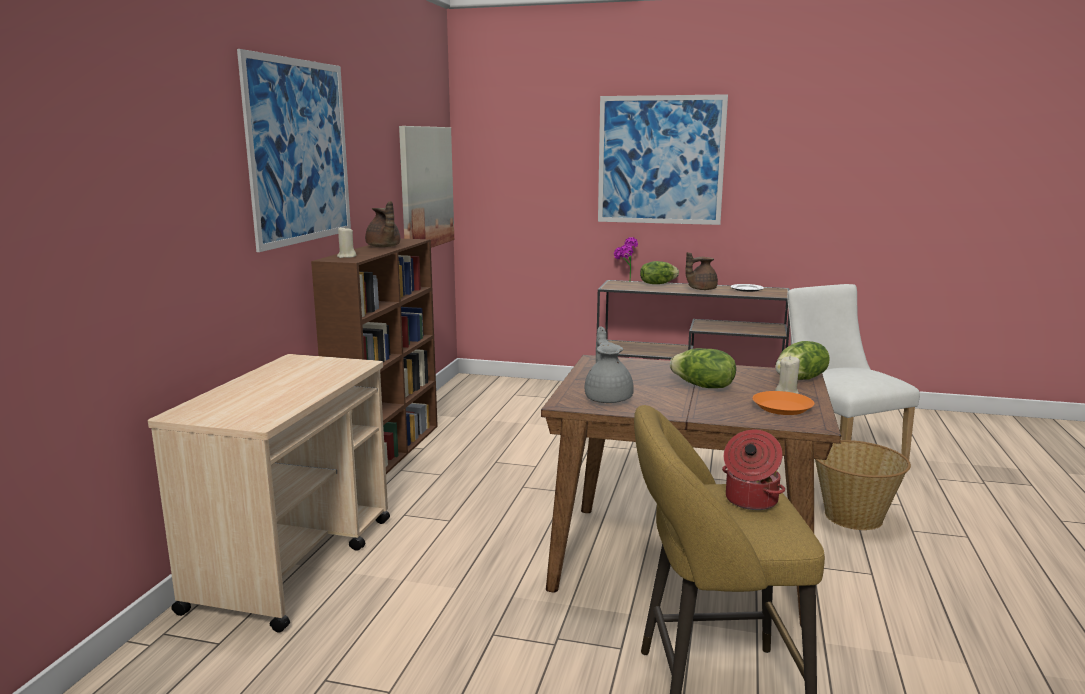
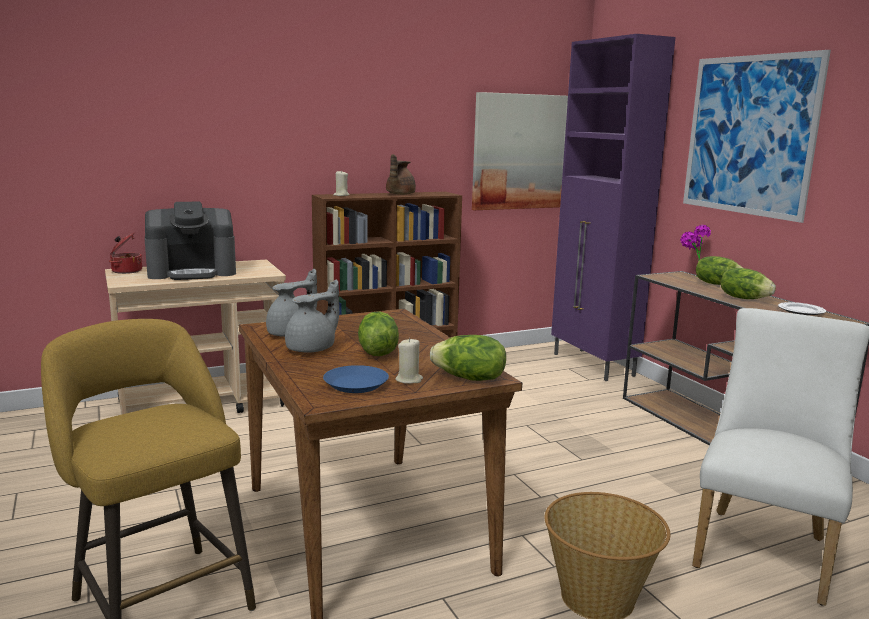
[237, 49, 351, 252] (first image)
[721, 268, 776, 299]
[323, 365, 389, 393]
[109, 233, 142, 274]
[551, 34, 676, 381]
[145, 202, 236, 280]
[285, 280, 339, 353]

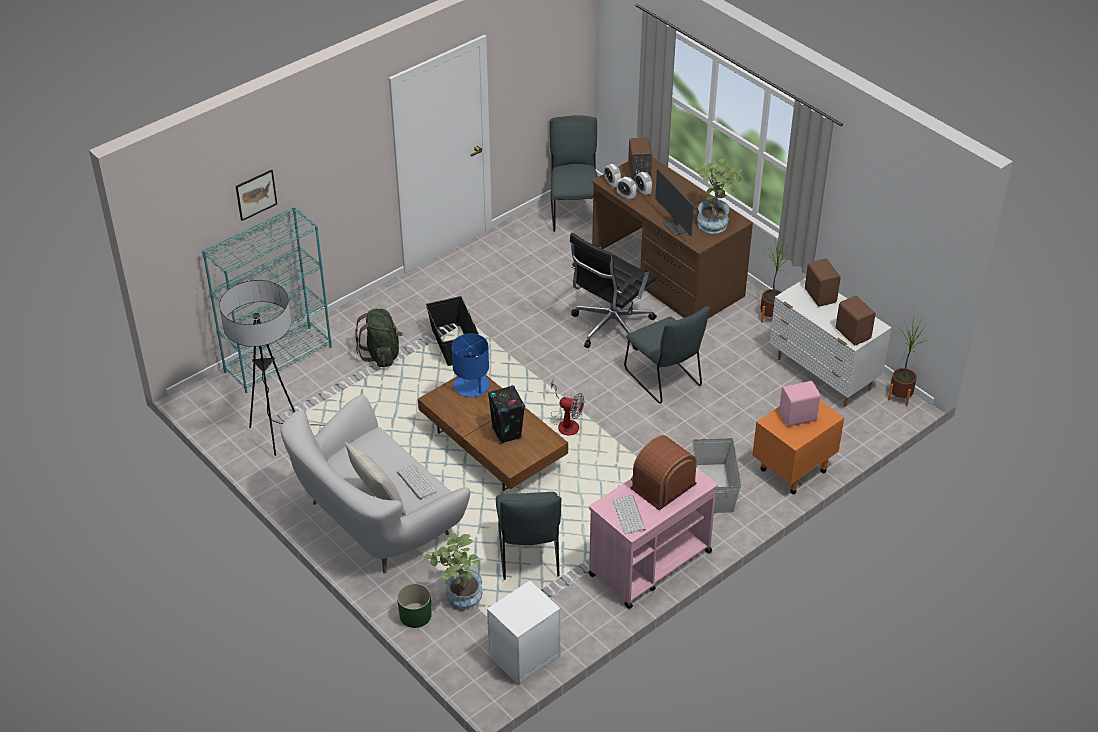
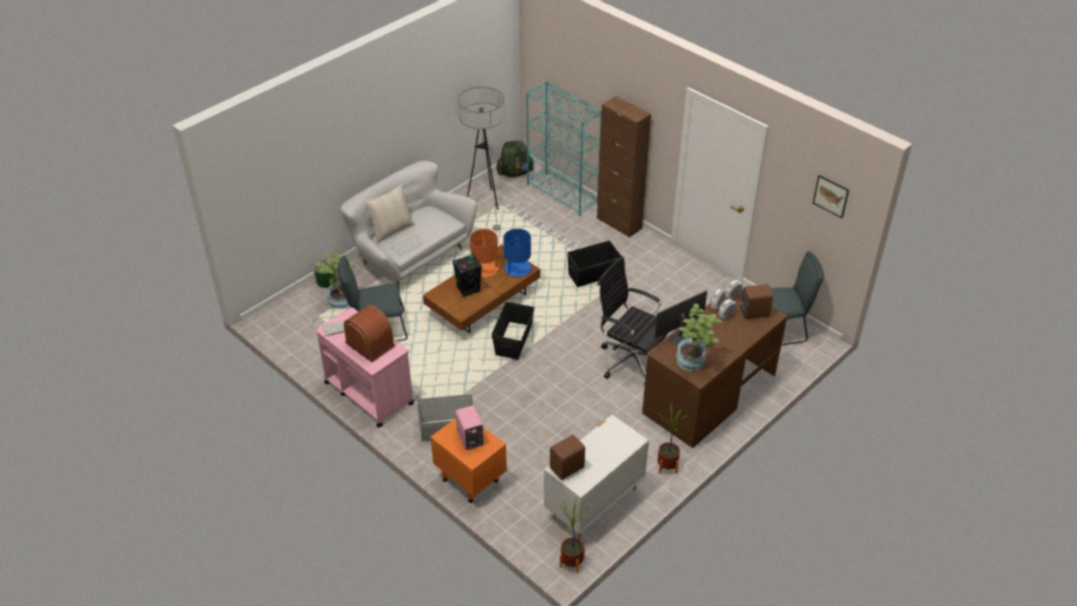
[813, 175, 849, 218]
[805, 259, 840, 307] (first image)
[624, 306, 710, 404] (first image)
[496, 140, 534, 177]
[491, 302, 535, 360]
[487, 581, 560, 685] (first image)
[597, 96, 651, 238]
[470, 229, 502, 277]

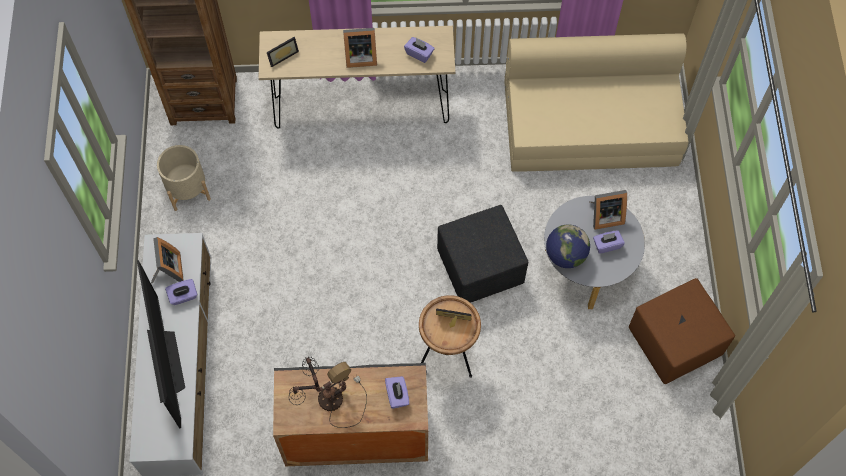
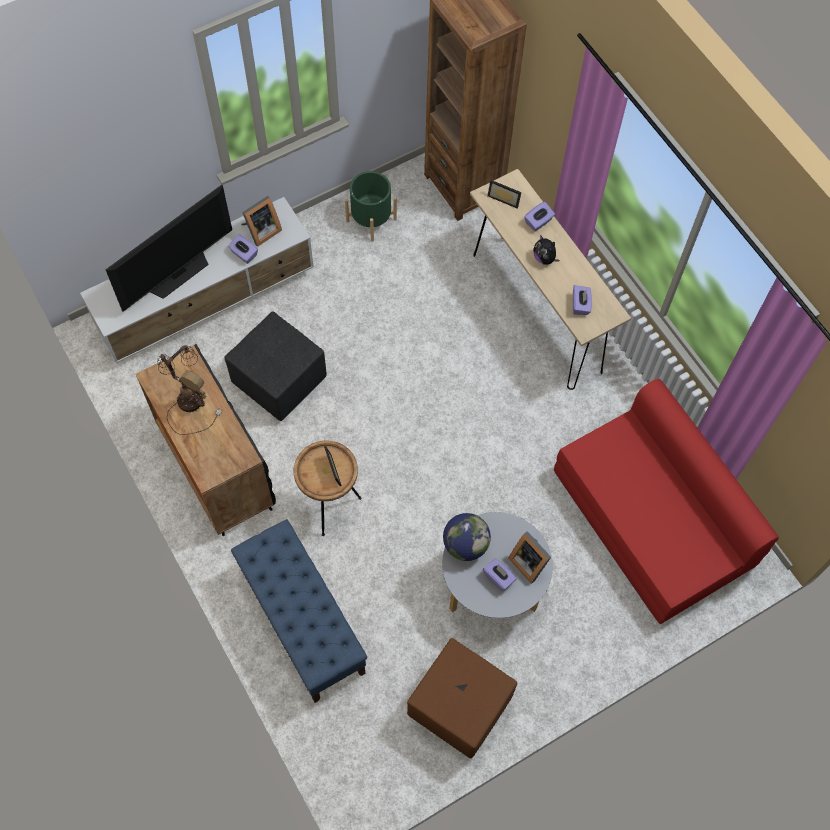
[533, 236, 559, 265]
[554, 379, 779, 624]
[345, 171, 397, 242]
[224, 311, 327, 421]
[524, 202, 555, 232]
[231, 519, 367, 703]

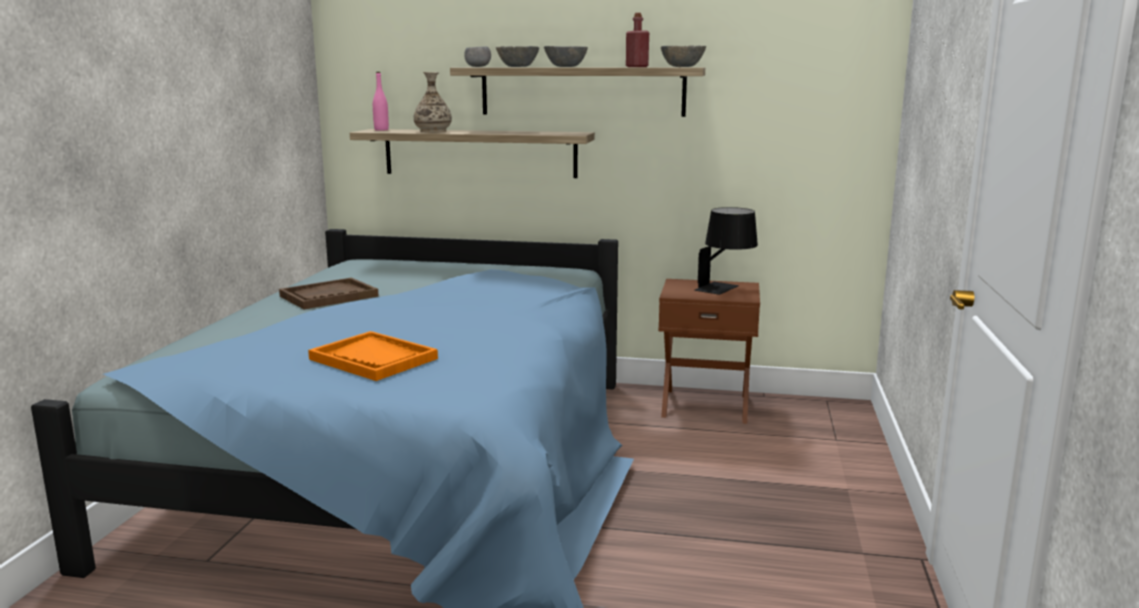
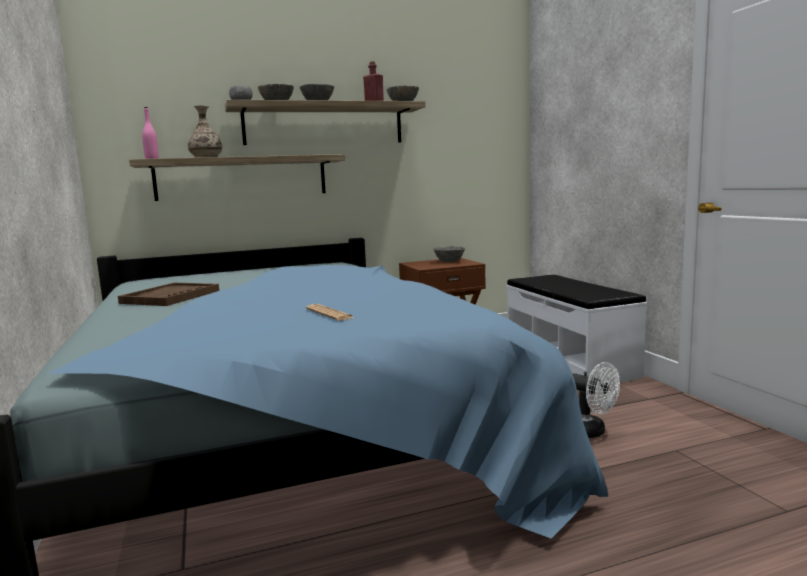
[434, 246, 465, 262]
[306, 304, 355, 321]
[506, 275, 647, 383]
[573, 362, 620, 438]

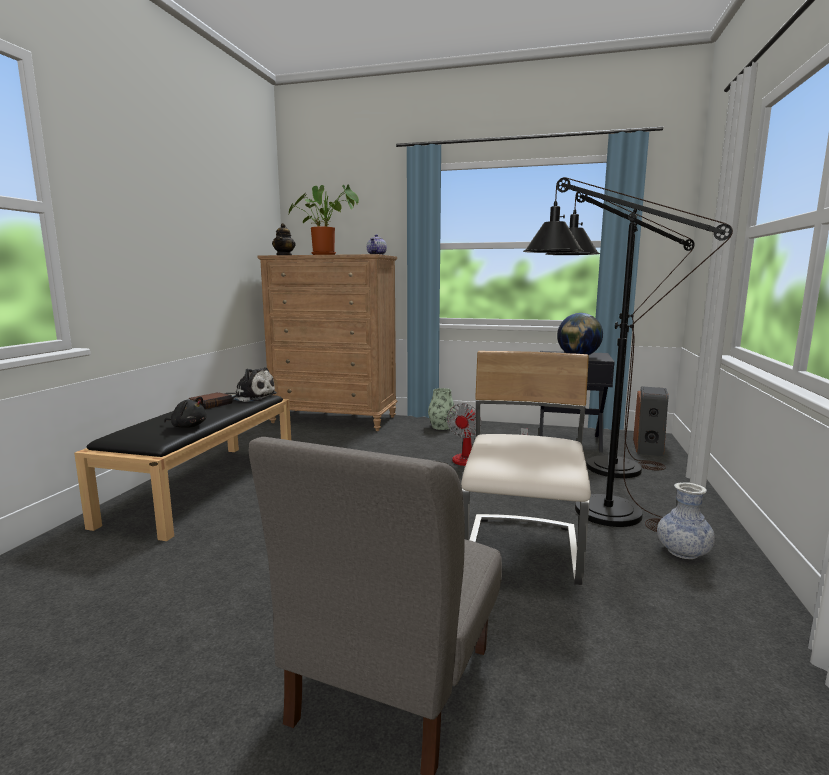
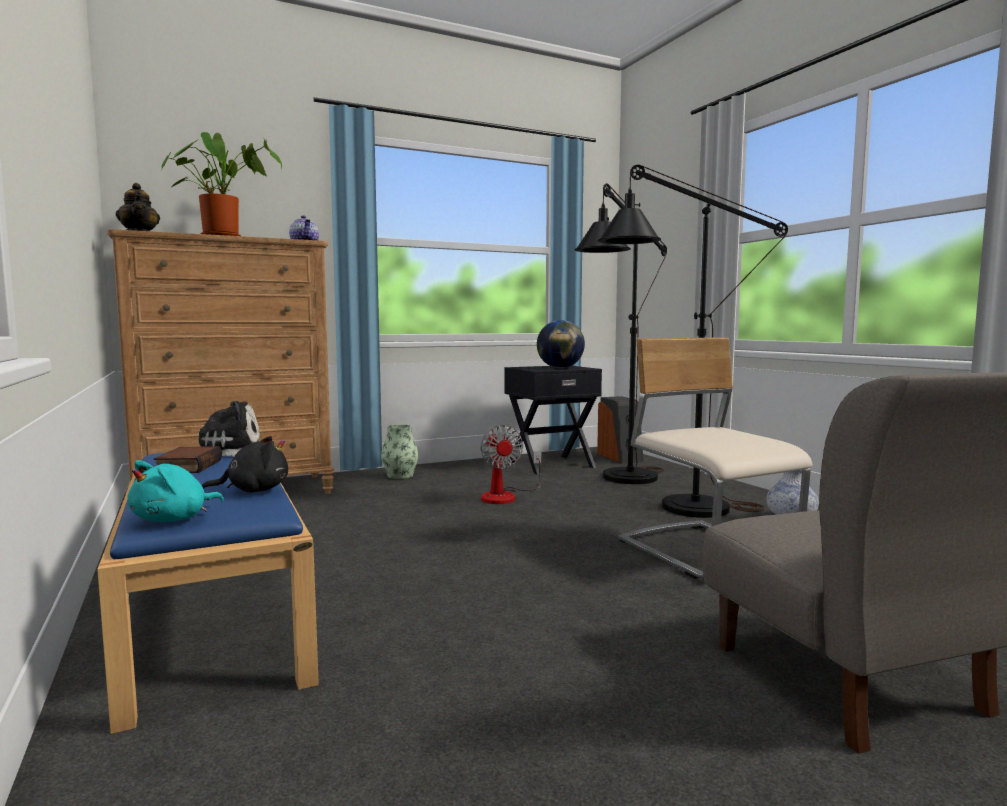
[97, 452, 319, 734]
[128, 460, 224, 522]

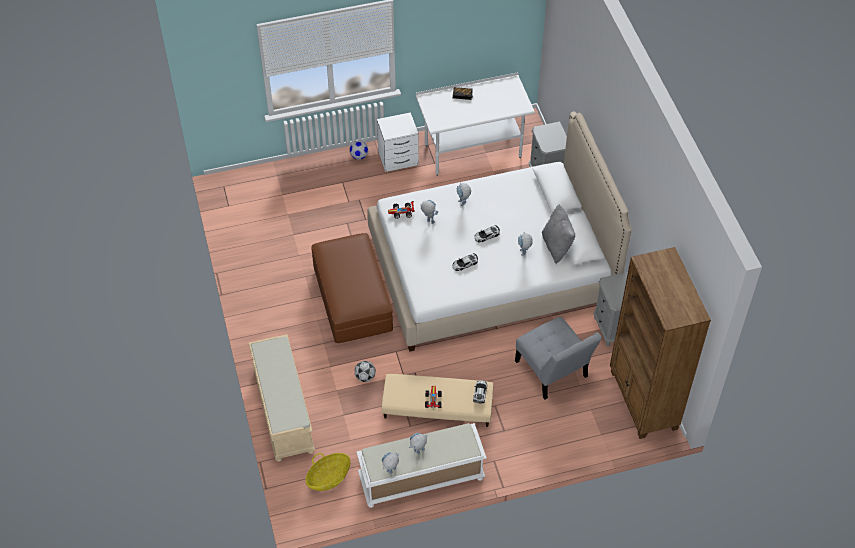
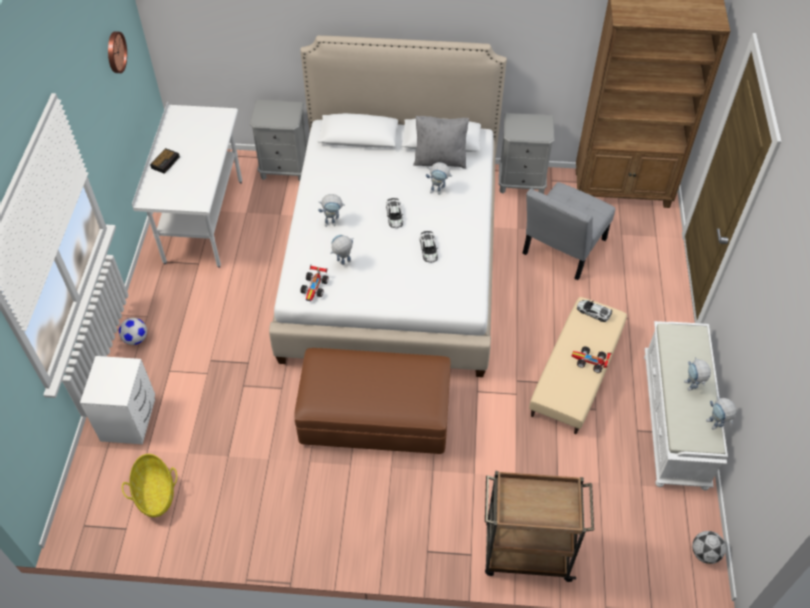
[80, 356, 155, 444]
[522, 182, 615, 280]
[485, 471, 594, 582]
[692, 531, 726, 564]
[122, 454, 177, 517]
[108, 31, 127, 73]

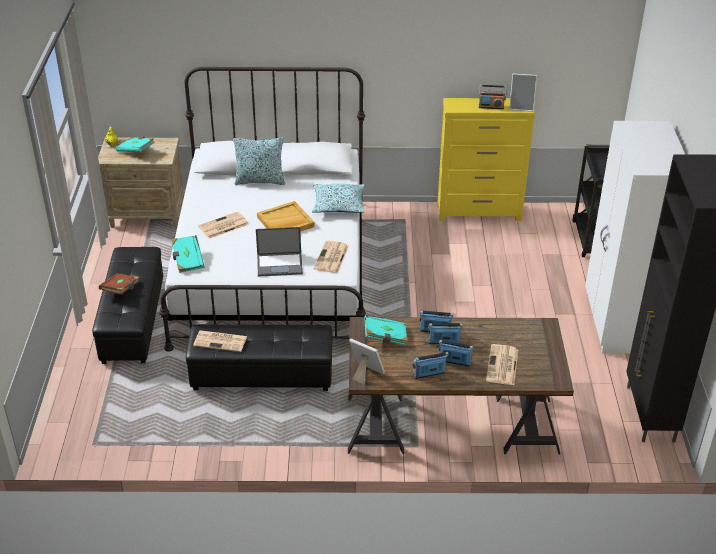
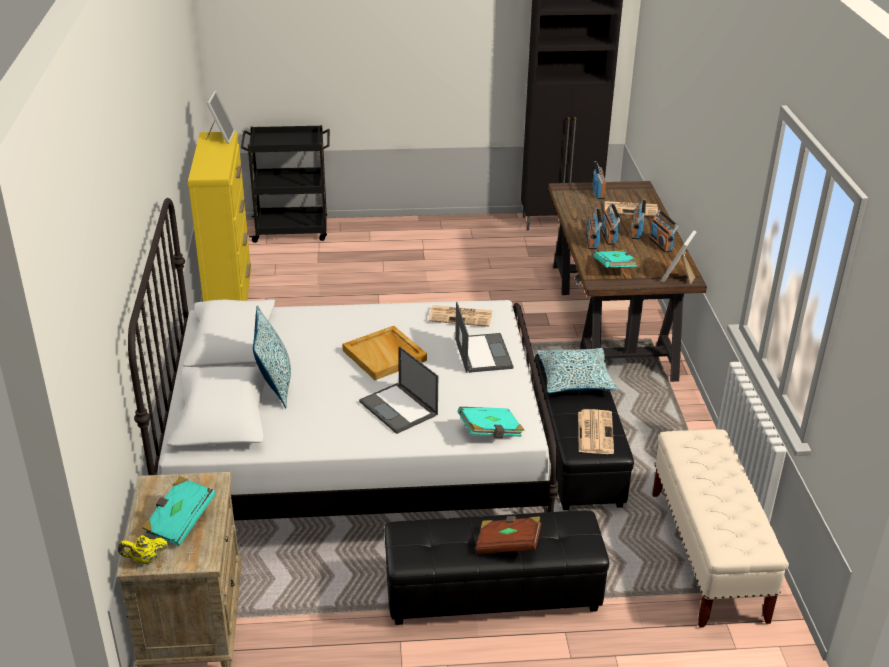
[592, 161, 606, 199]
[585, 121, 685, 353] (first image)
[536, 348, 618, 394]
[359, 346, 438, 434]
[652, 429, 789, 628]

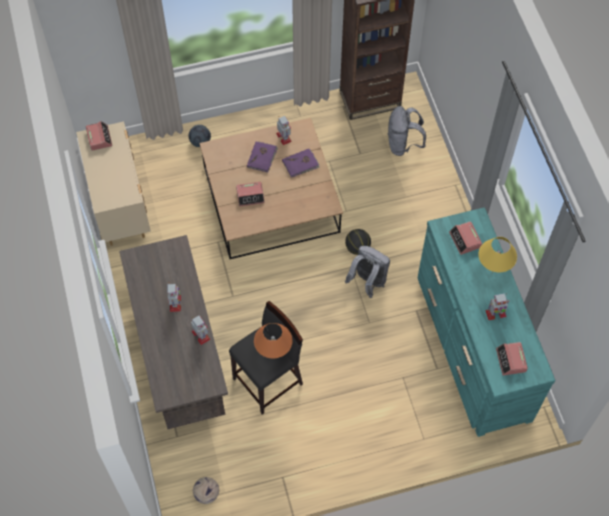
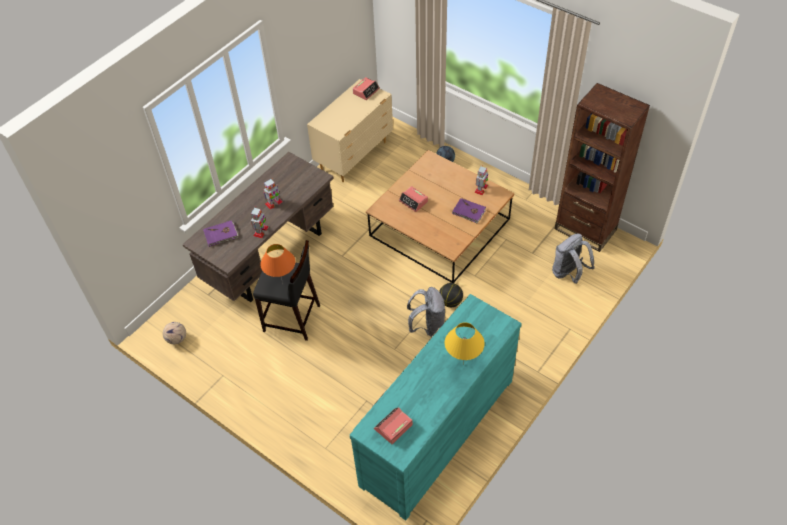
[203, 220, 238, 247]
[449, 221, 482, 255] (first image)
[485, 293, 509, 320] (first image)

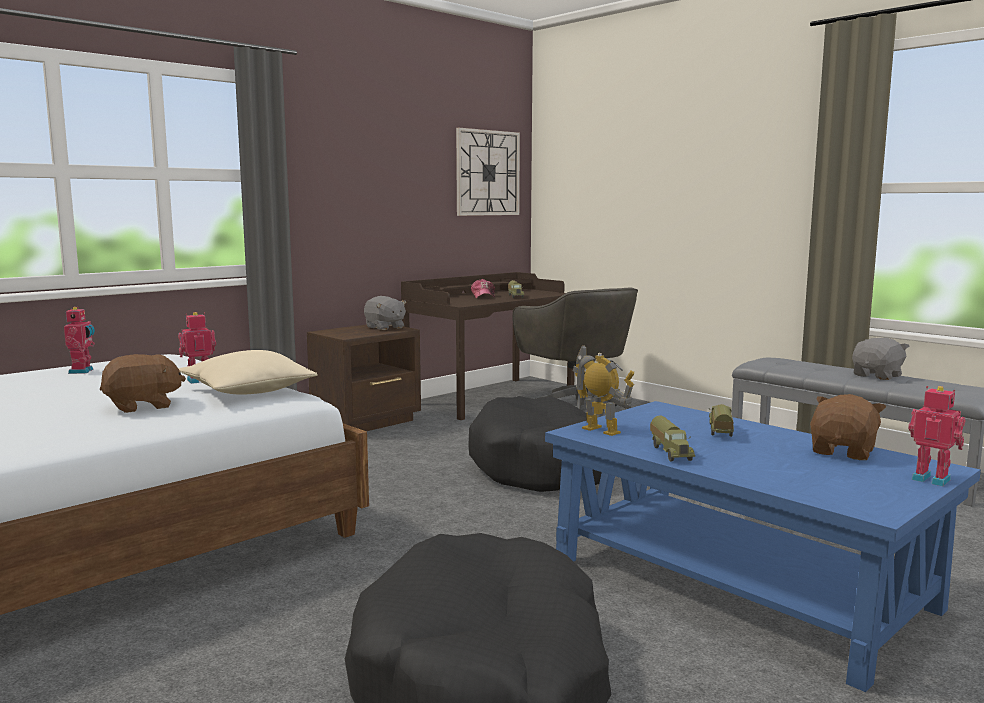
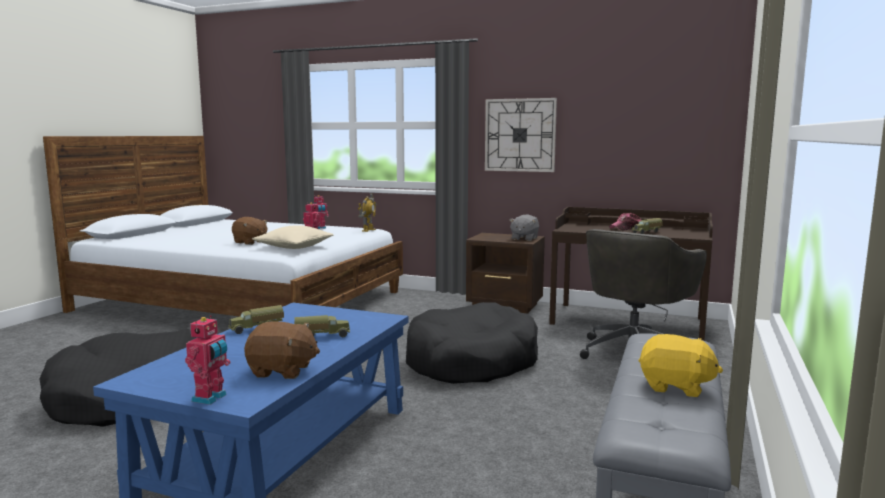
[485, 98, 557, 172]
[638, 334, 723, 397]
[358, 193, 377, 232]

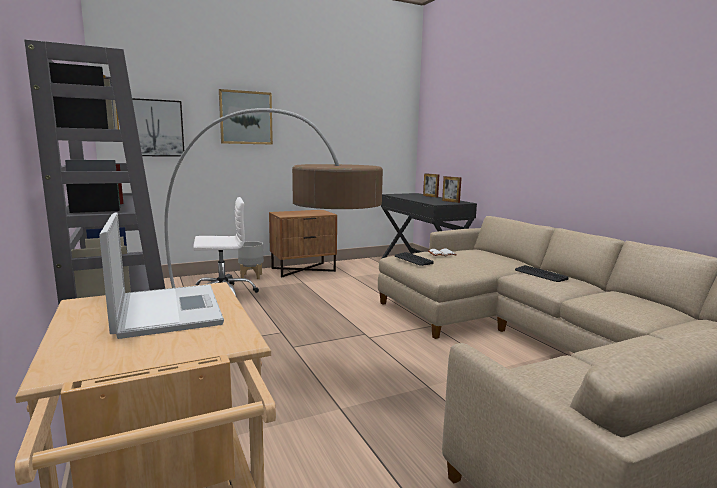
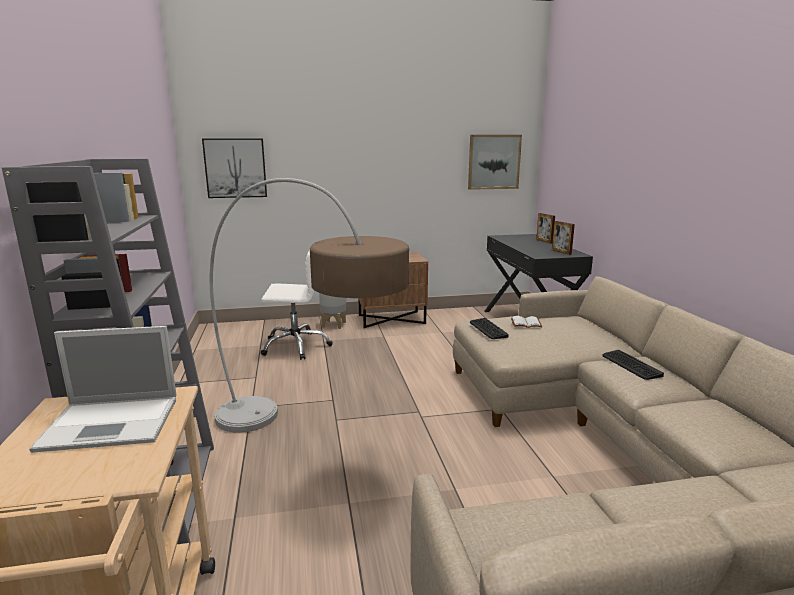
[468, 135, 522, 190]
[29, 326, 177, 453]

